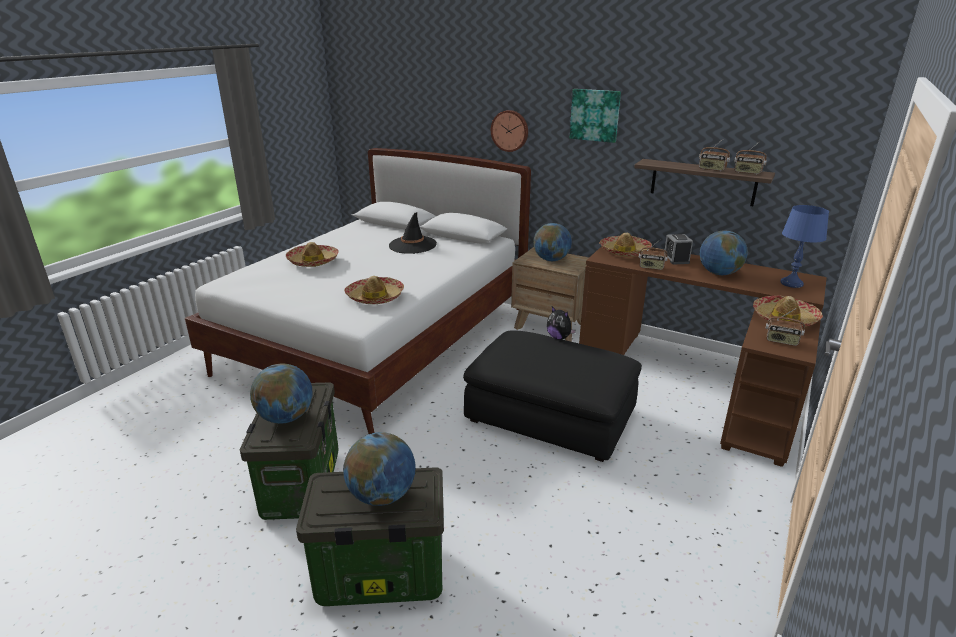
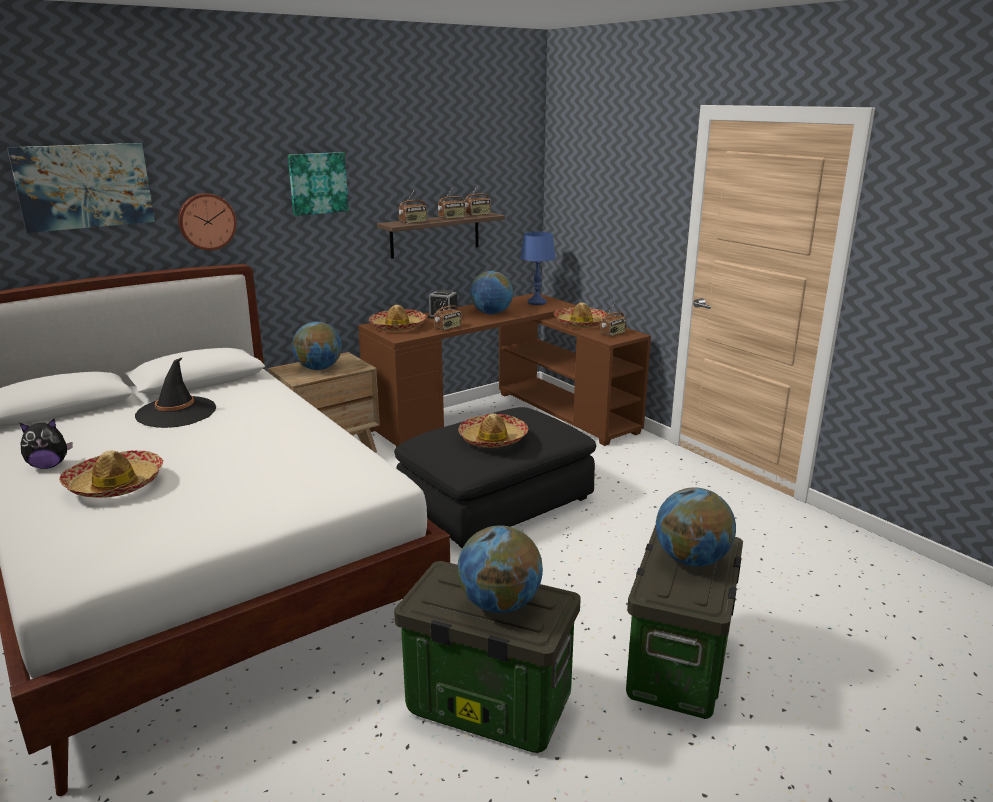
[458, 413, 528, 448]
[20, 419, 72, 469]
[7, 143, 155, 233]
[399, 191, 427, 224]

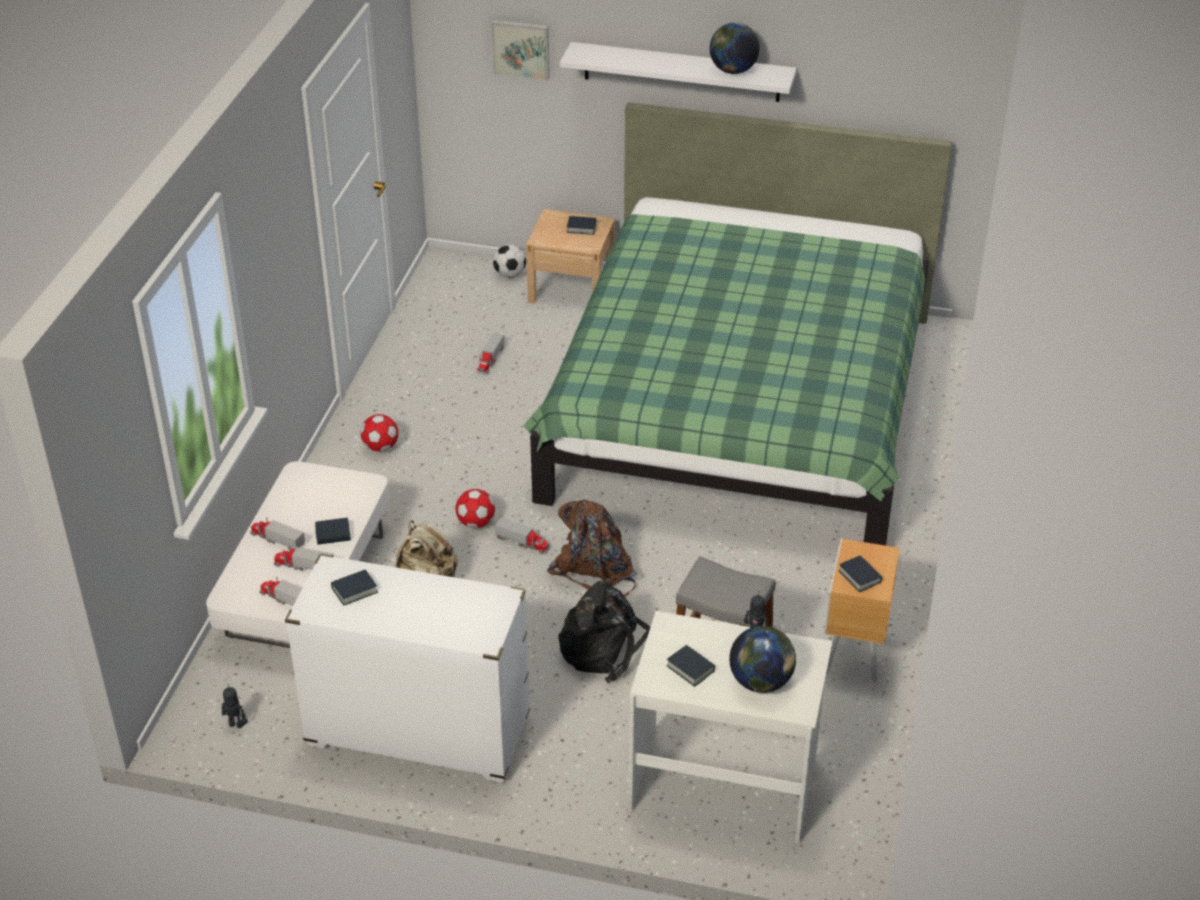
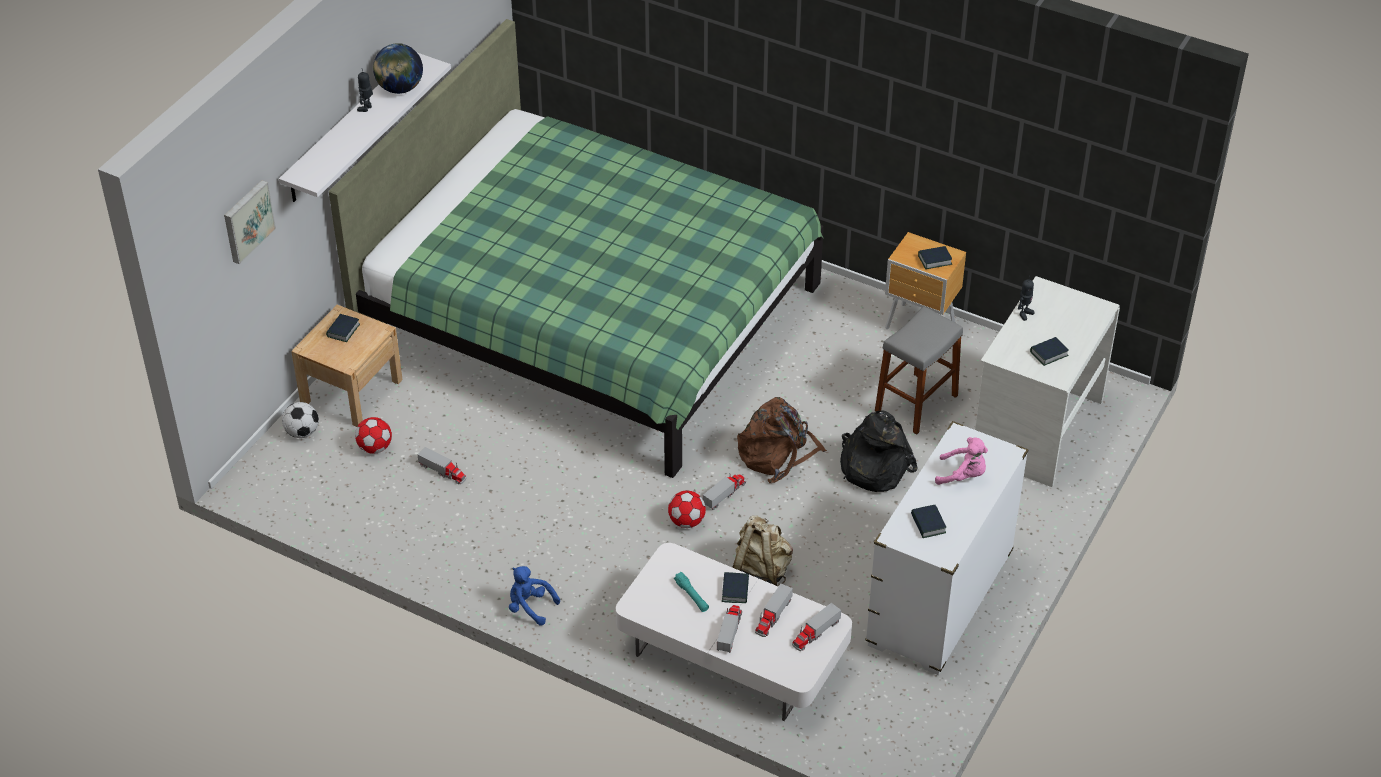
[355, 417, 392, 454]
[717, 605, 742, 653]
[729, 626, 796, 693] (first image)
[357, 69, 373, 112]
[935, 437, 988, 485]
[509, 566, 560, 625]
[674, 572, 709, 612]

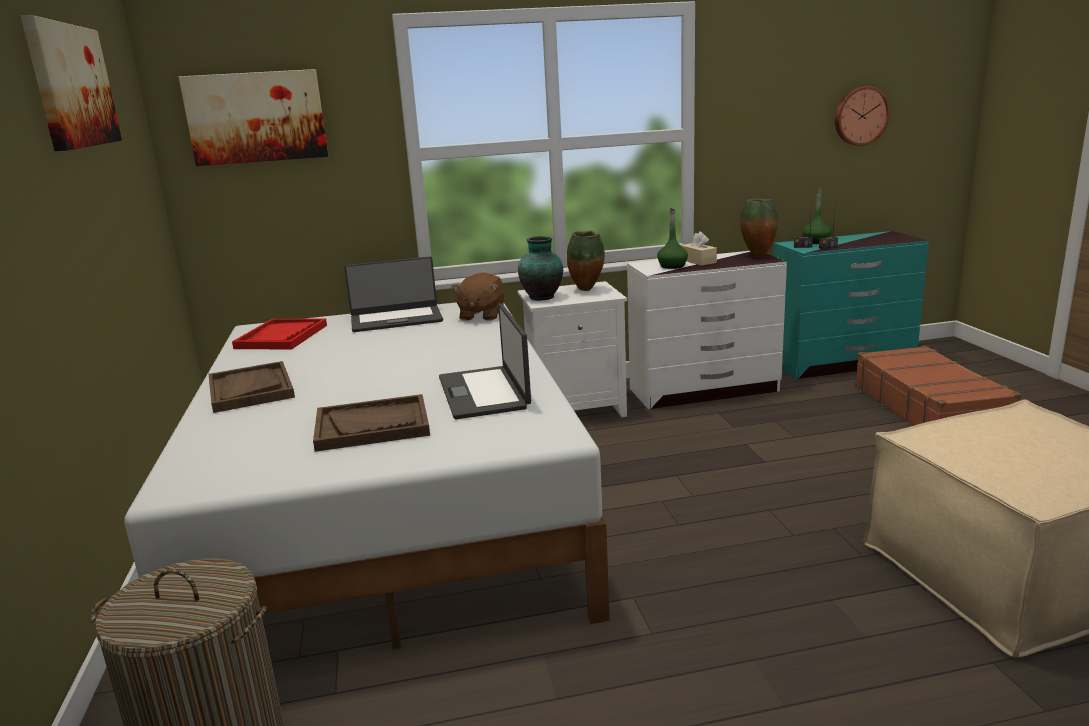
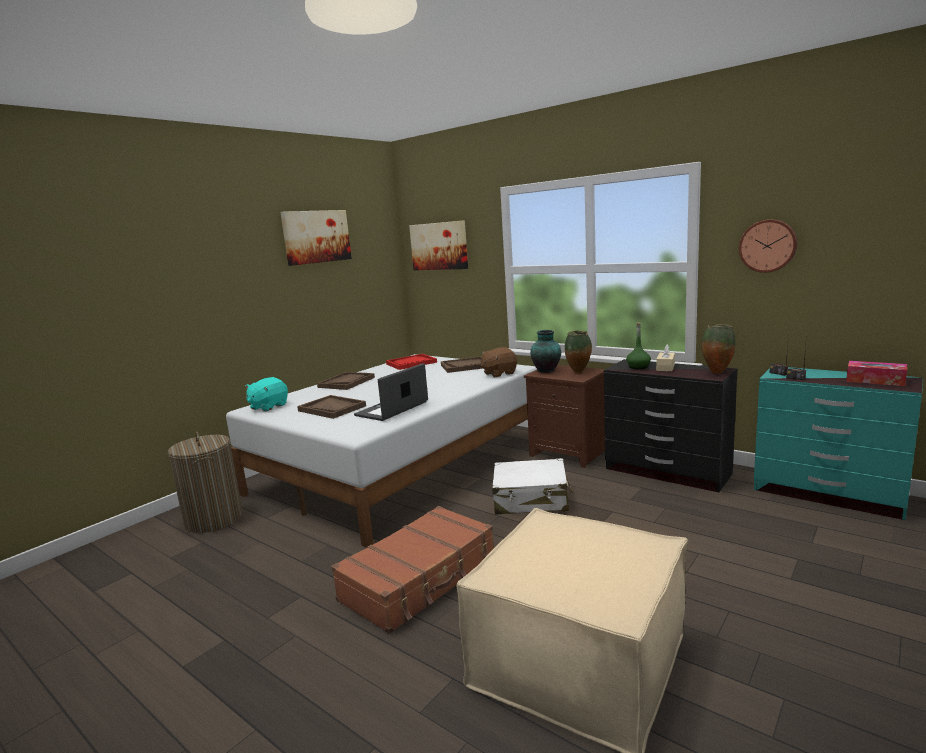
[739, 219, 797, 273]
[802, 188, 832, 244] (first image)
[604, 359, 737, 492]
[441, 356, 483, 373]
[524, 365, 605, 468]
[331, 506, 494, 634]
[846, 361, 907, 386]
[245, 377, 288, 411]
[492, 458, 573, 515]

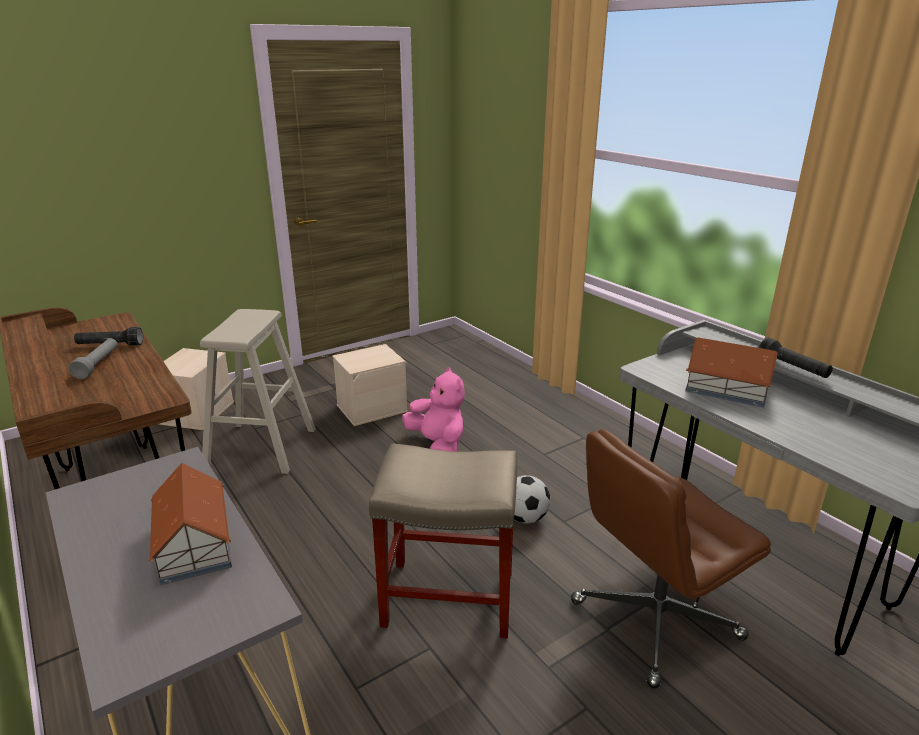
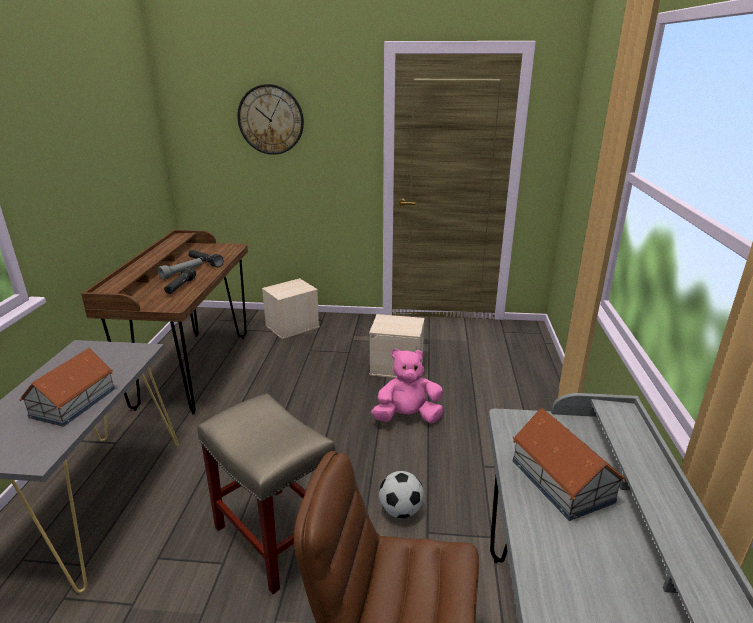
[200, 309, 316, 474] (first image)
[164, 267, 196, 294]
[371, 349, 444, 423]
[237, 84, 304, 155]

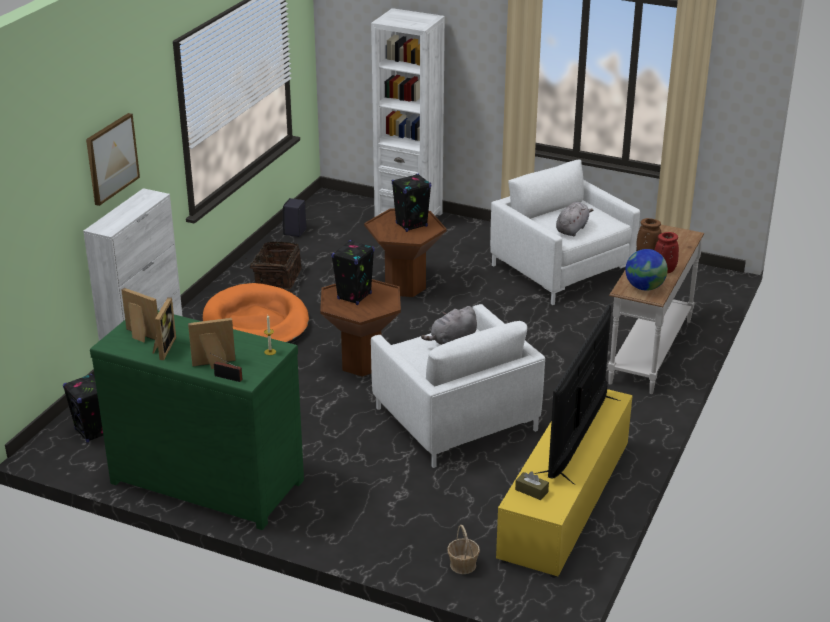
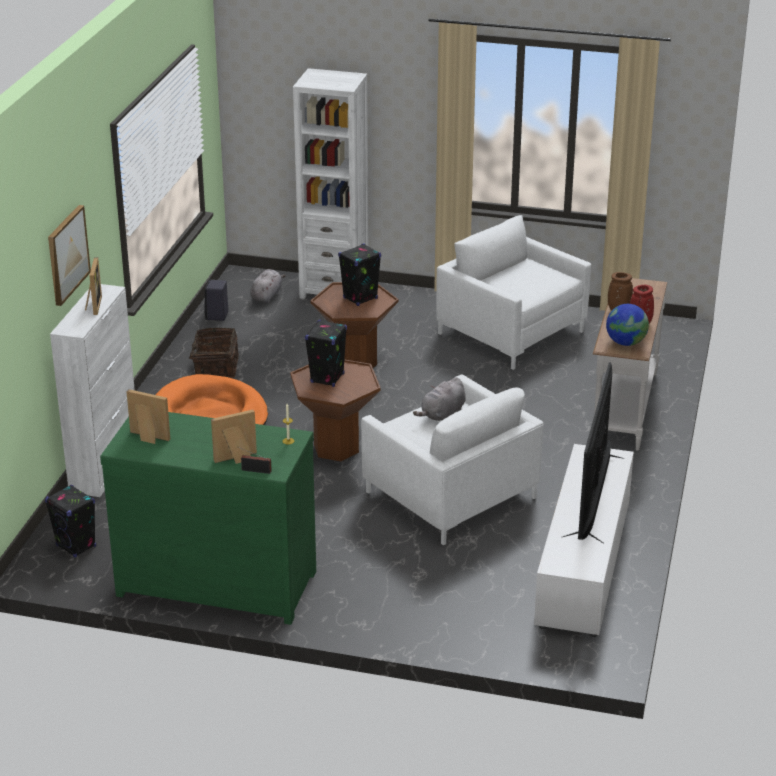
[250, 269, 286, 303]
[85, 257, 102, 315]
[534, 444, 634, 637]
[515, 471, 549, 500] (first image)
[447, 525, 480, 574] (first image)

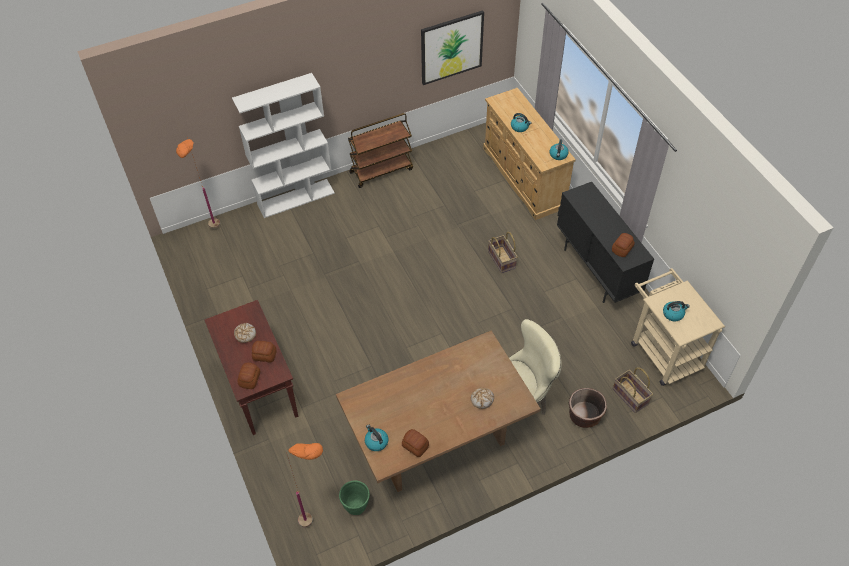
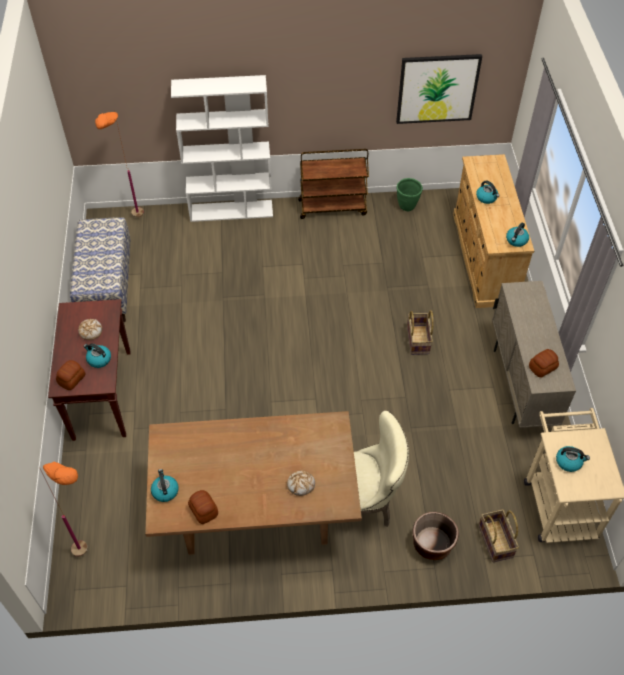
[492, 281, 576, 428]
[83, 344, 111, 368]
[397, 178, 423, 211]
[70, 217, 131, 322]

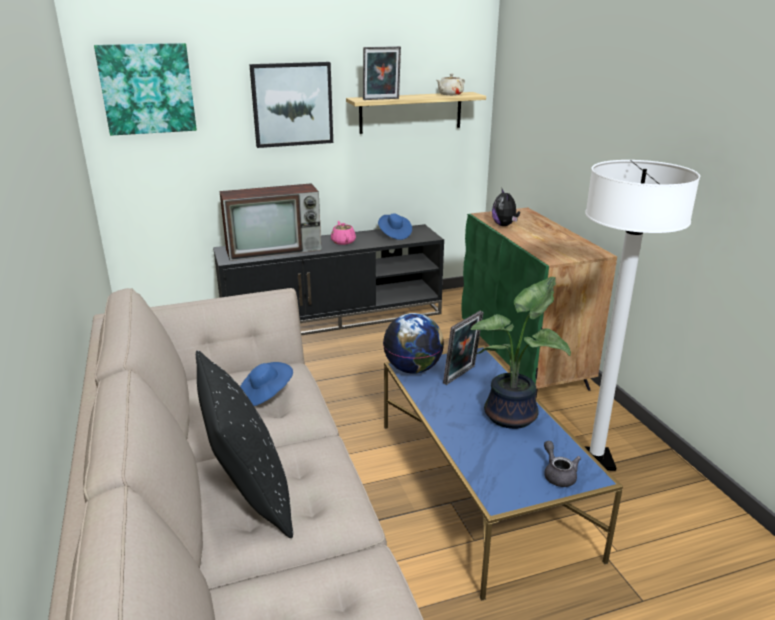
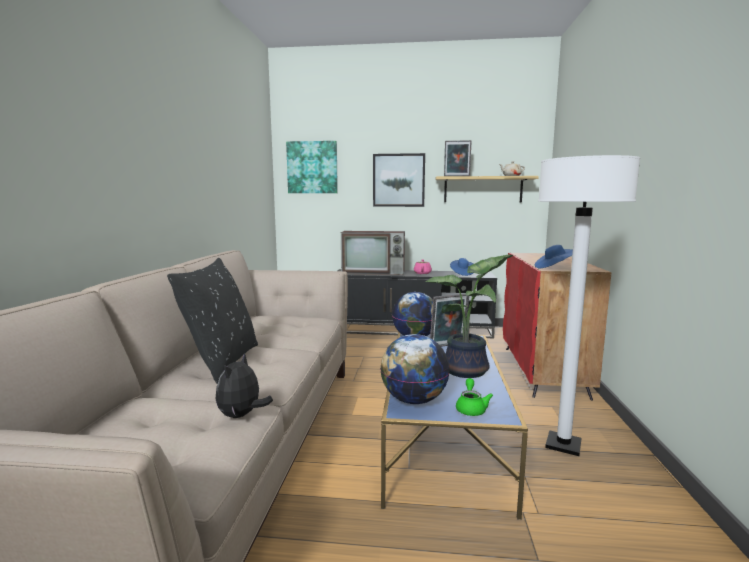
[216, 353, 273, 418]
[503, 253, 611, 401]
[535, 245, 573, 268]
[456, 378, 493, 416]
[380, 334, 450, 404]

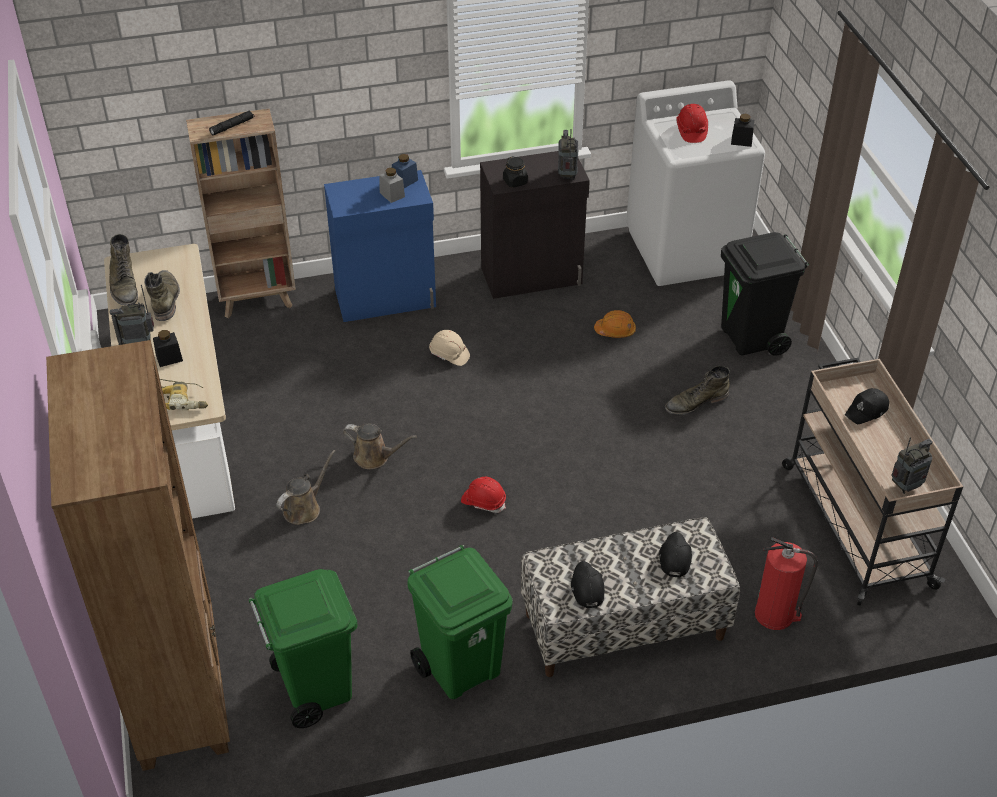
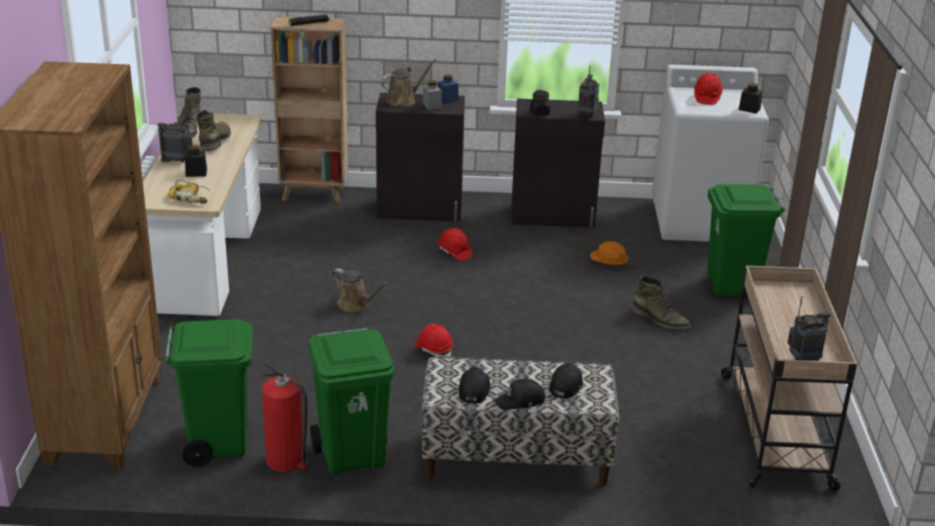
[376, 93, 465, 222]
[707, 184, 785, 300]
[438, 228, 472, 261]
[631, 276, 691, 329]
[494, 378, 545, 410]
[381, 59, 437, 106]
[260, 361, 309, 472]

